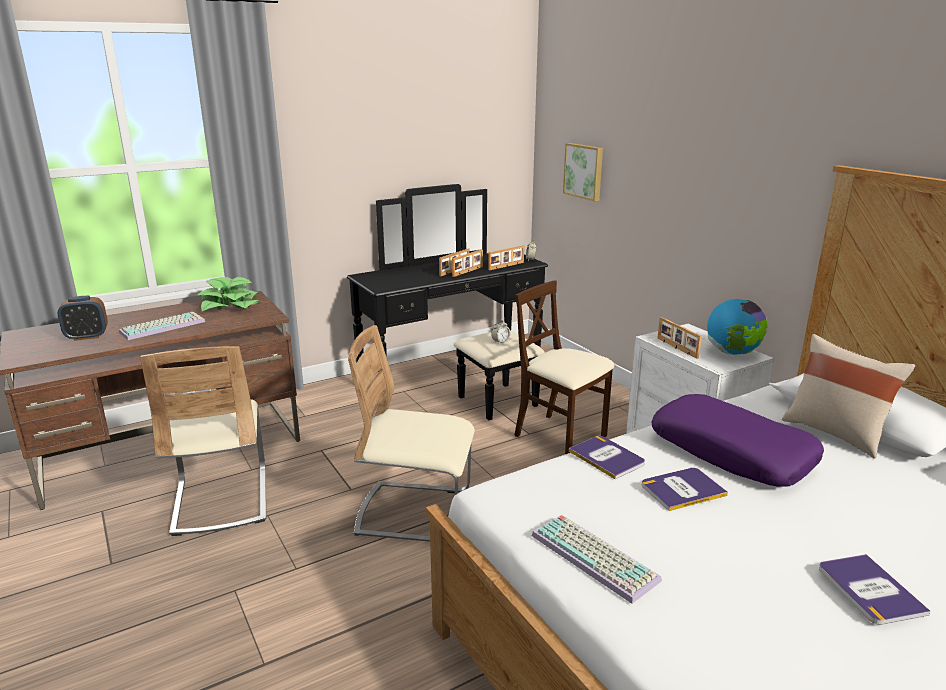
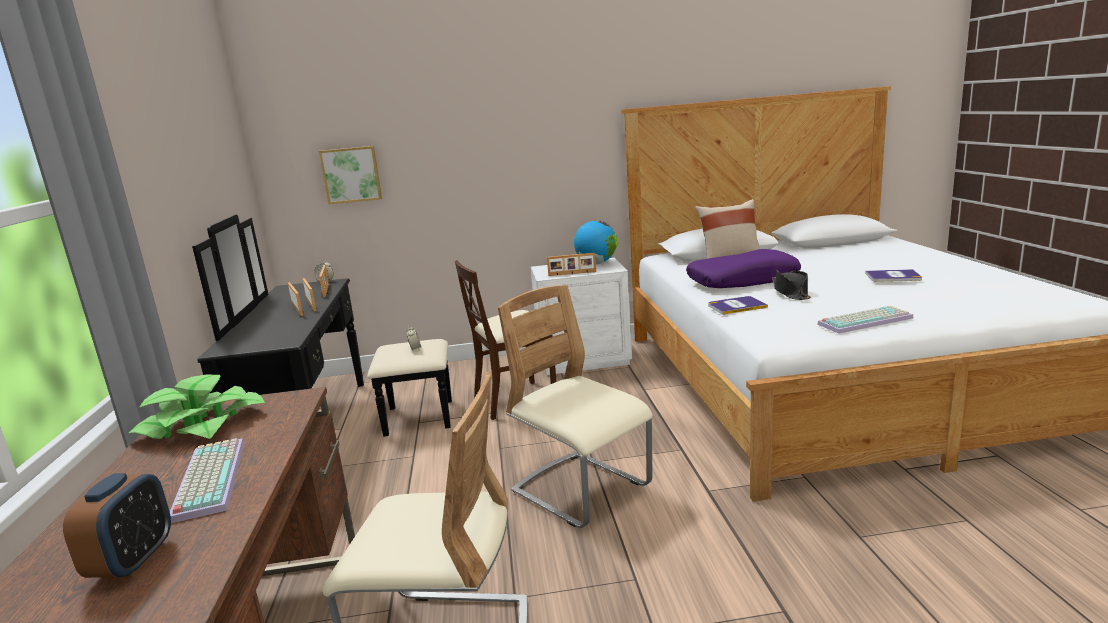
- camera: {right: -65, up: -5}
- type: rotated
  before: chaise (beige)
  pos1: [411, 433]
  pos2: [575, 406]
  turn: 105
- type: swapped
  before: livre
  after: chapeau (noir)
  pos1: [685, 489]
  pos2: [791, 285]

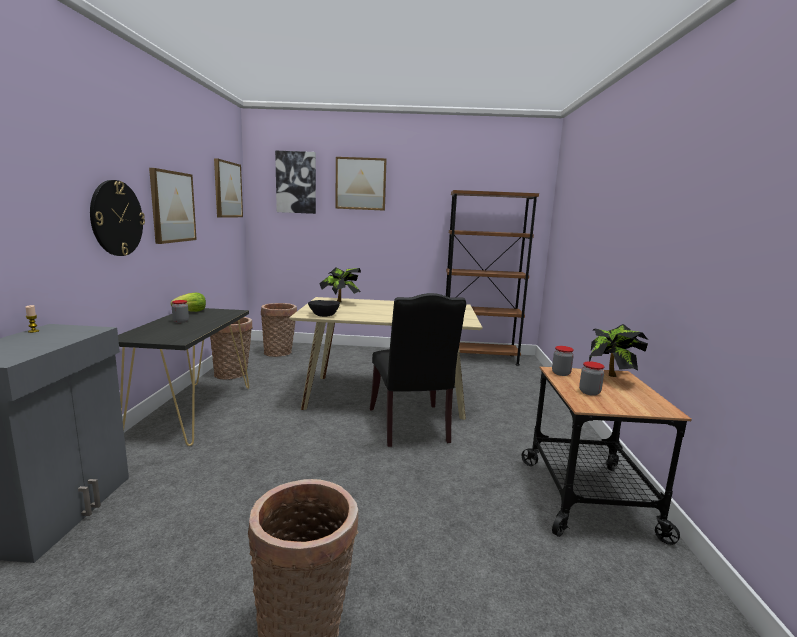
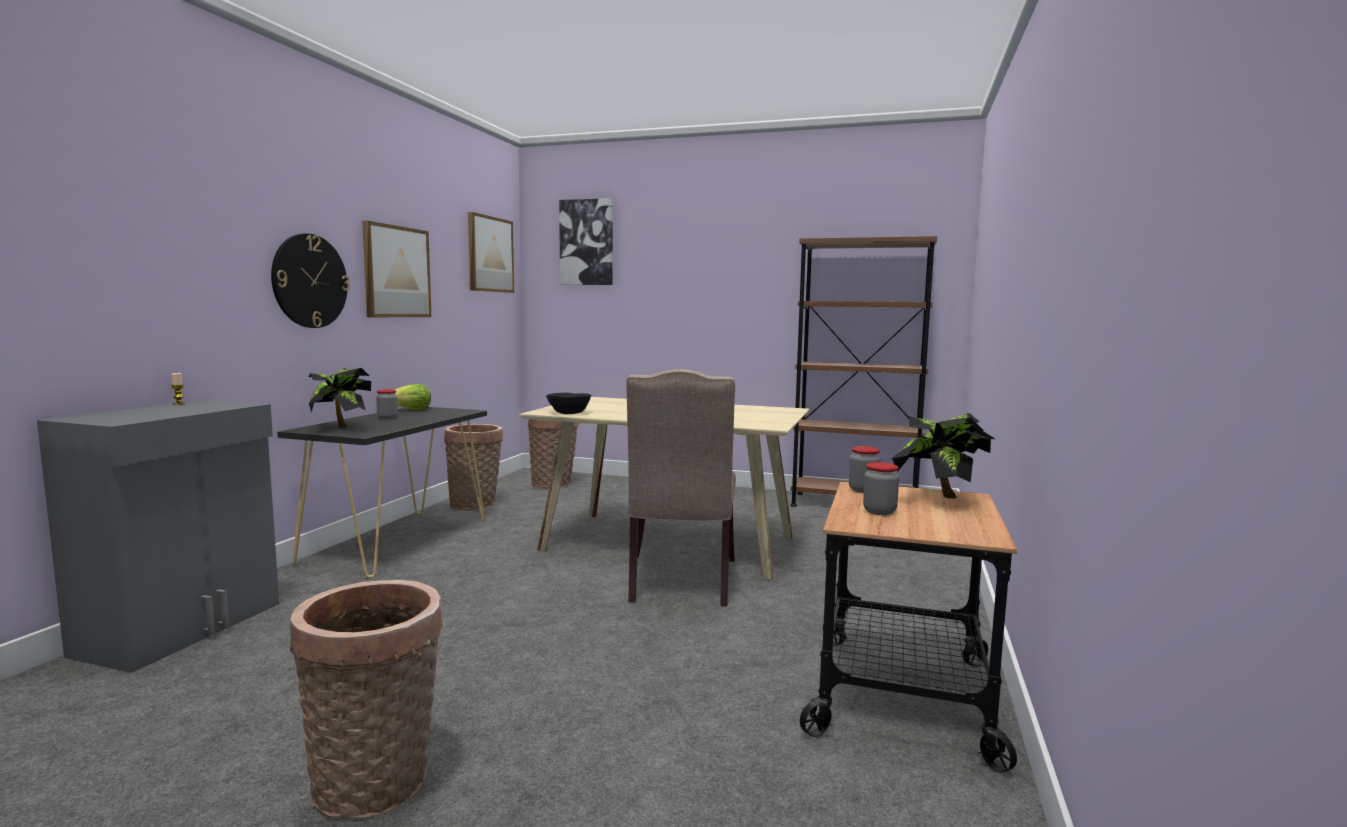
- camera: {right: 15, up: -5}
- type: shifted
  before: plante en pot
  pos1: [340, 284]
  pos2: [340, 397]
- type: gone
  before: tableau
  pos1: [361, 184]
- type: repainted
  before: chaise (noir)
  after: chaise (beige)
  pos1: [418, 370]
  pos2: [681, 487]

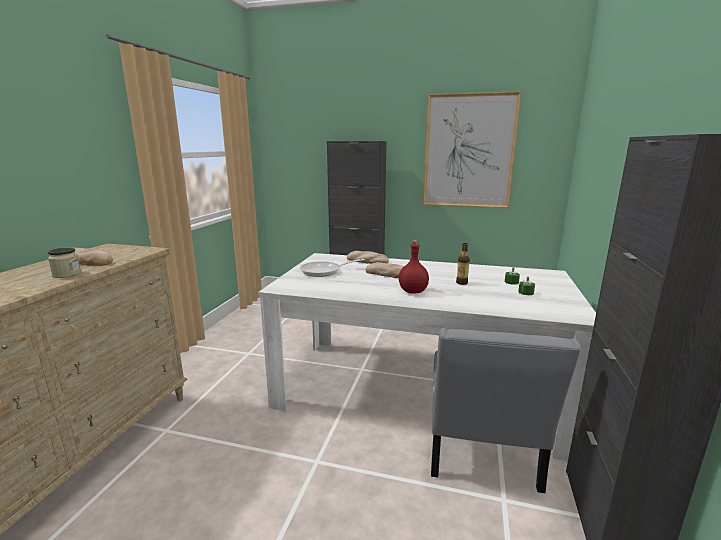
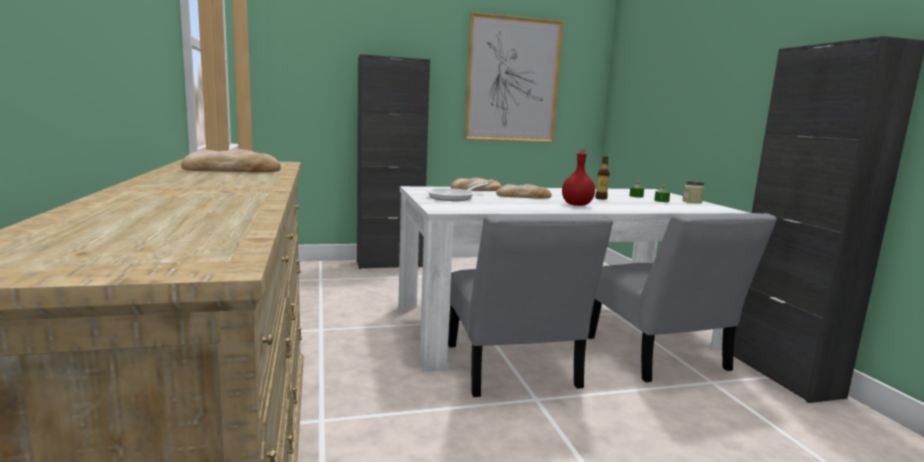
- camera: {right: -30, up: -5}
- type: shifted
  before: bocal
  pos1: [64, 263]
  pos2: [694, 192]
- type: new
  after: chaise (gris)
  pos2: [530, 305]

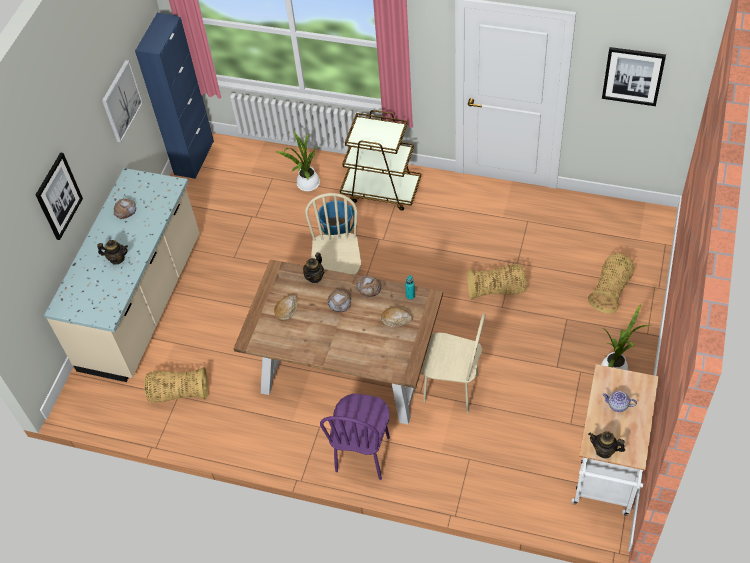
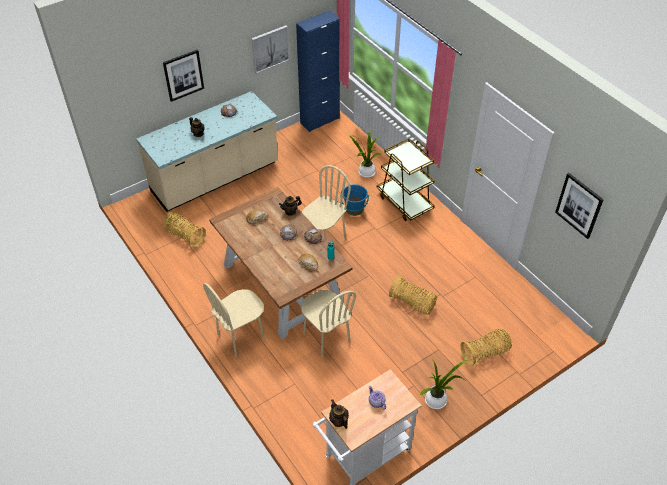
- camera: {right: 35, up: -5}
- type: repainted
  before: chaise (violet)
  after: chaise (beige)
  pos1: [355, 437]
  pos2: [234, 320]

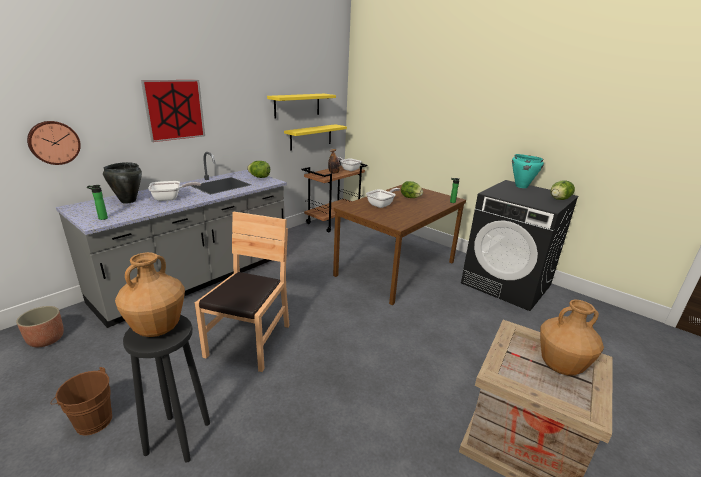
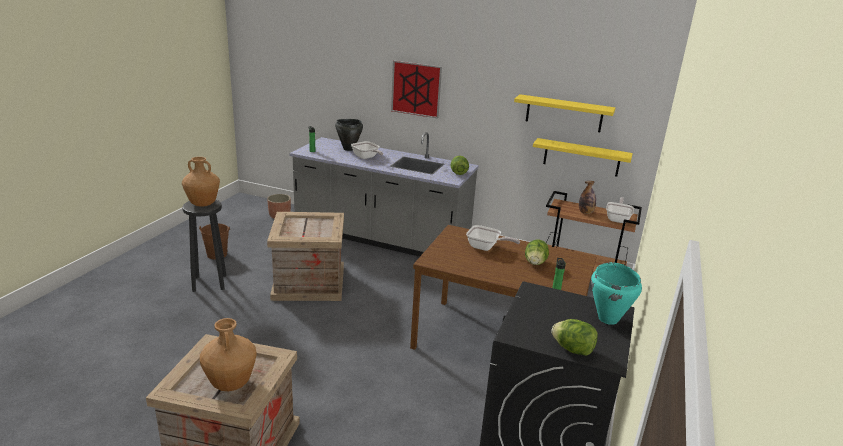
- camera: {right: 70, up: 0}
- type: gone
  before: horloge murale
  pos1: [54, 143]
- type: swapped
  before: chaise (marron)
  after: caisse
  pos1: [242, 291]
  pos2: [305, 256]

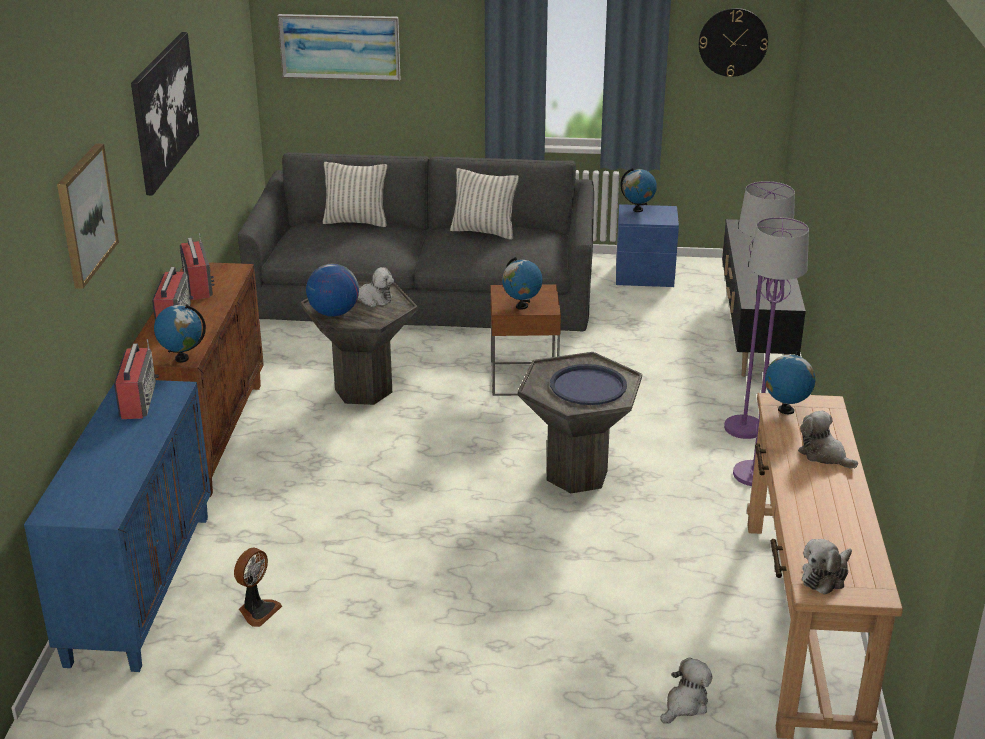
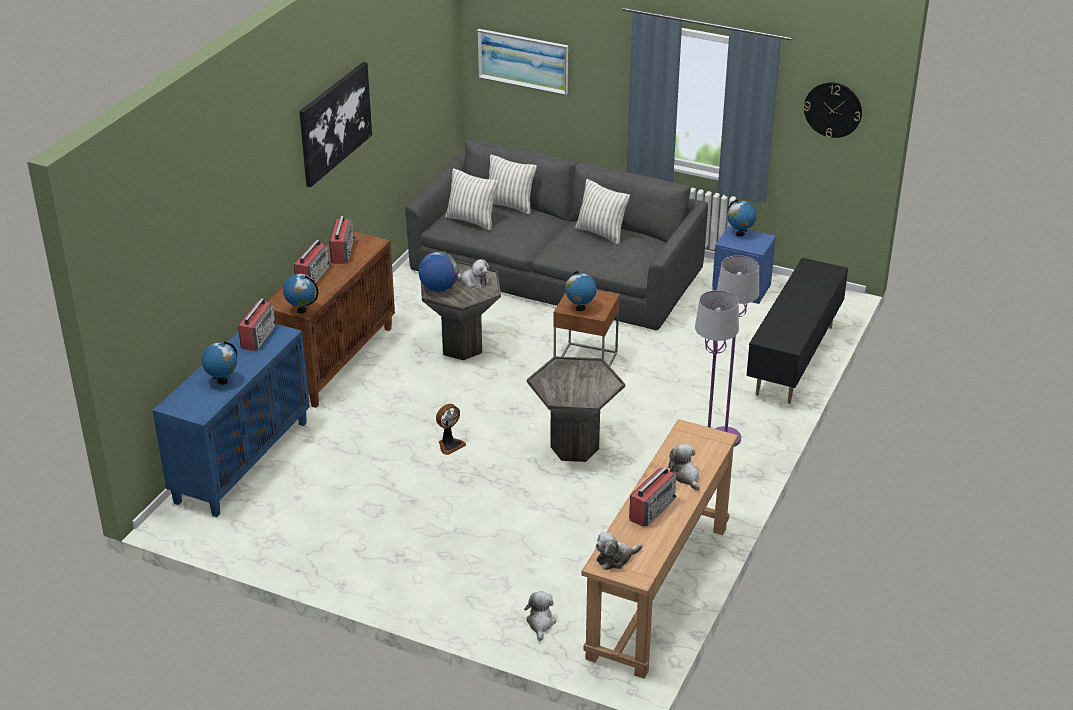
- camera: {right: 20, up: 5}
- type: gone
  before: tableau
  pos1: [88, 216]
- type: shifted
  before: ventilateur
  pos1: [258, 587]
  pos2: [451, 429]
- type: gone
  before: plateau (bleu)
  pos1: [588, 384]
- type: rotated
  before: peluche
  pos1: [686, 690]
  pos2: [540, 616]
  turn: -60
- type: shifted
  before: globe
  pos1: [790, 382]
  pos2: [219, 363]
- type: new
  after: coussin
  pos2: [471, 199]
- type: new
  after: radio
  pos2: [653, 497]

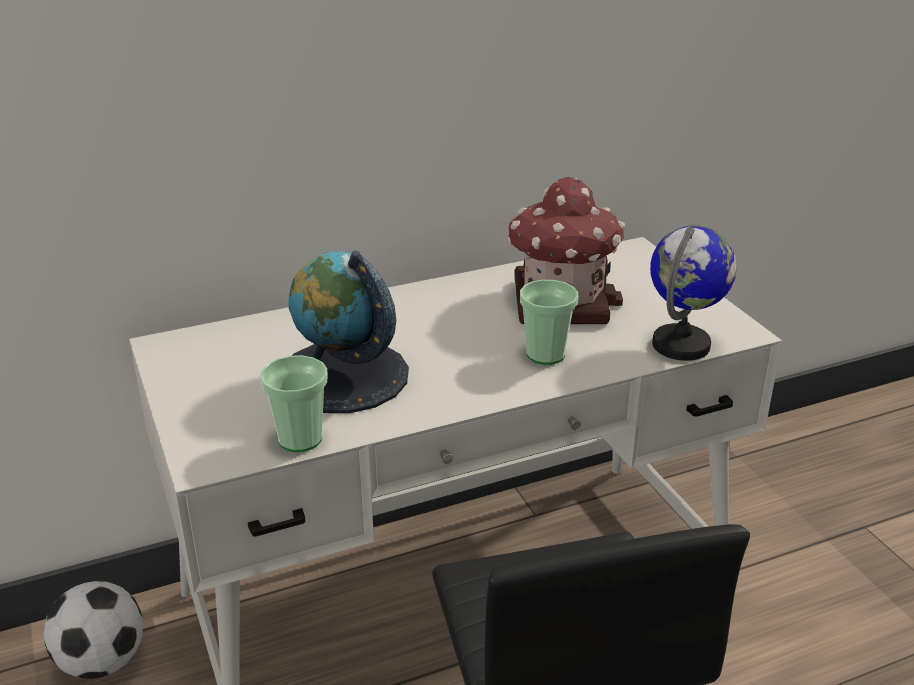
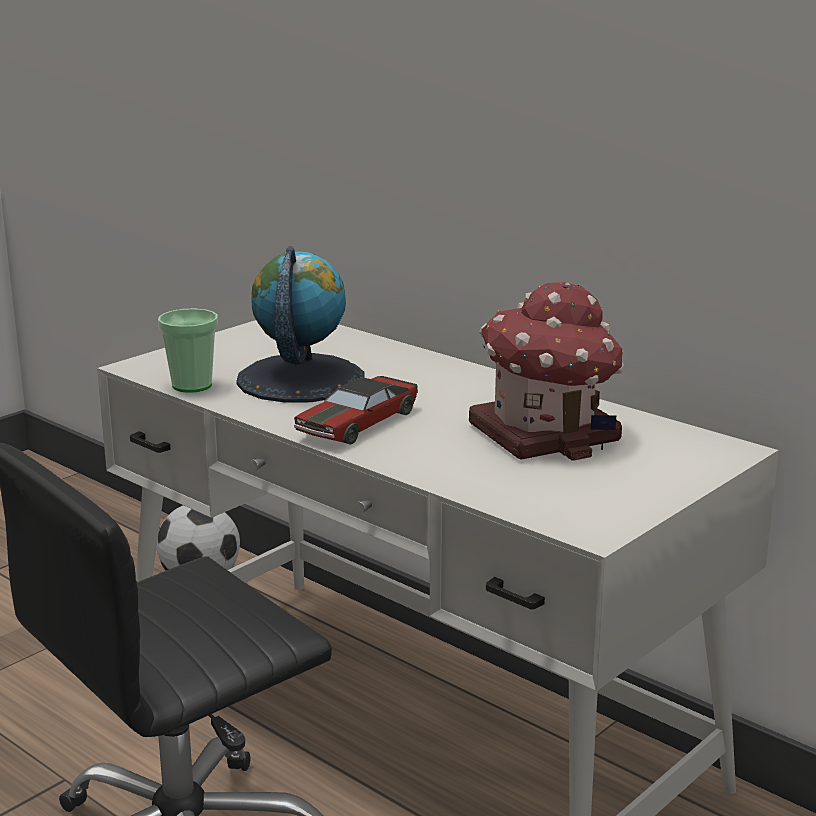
- camera: {right: 65, up: -10}
- type: gone
  before: tasse
  pos1: [549, 322]
- type: gone
  before: globe
  pos1: [693, 293]
- type: new
  after: petite voiture
  pos2: [356, 410]

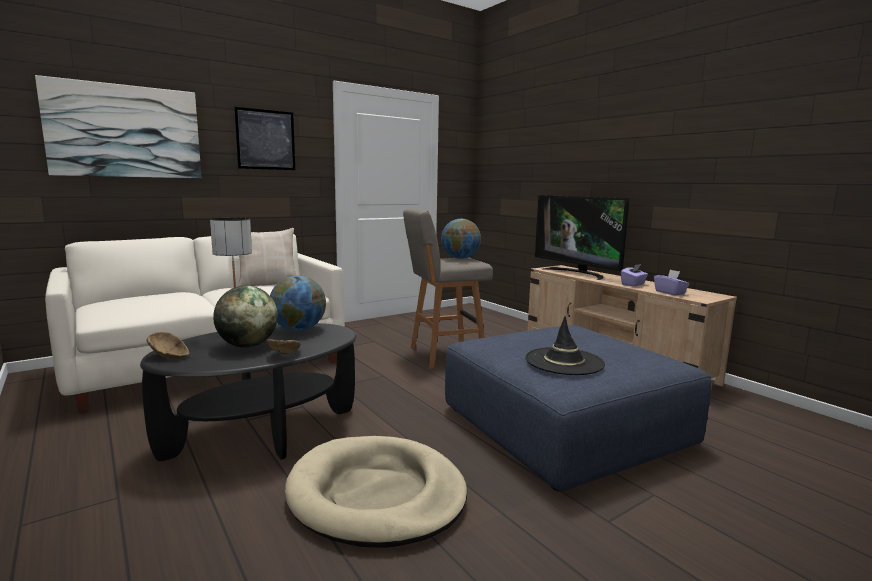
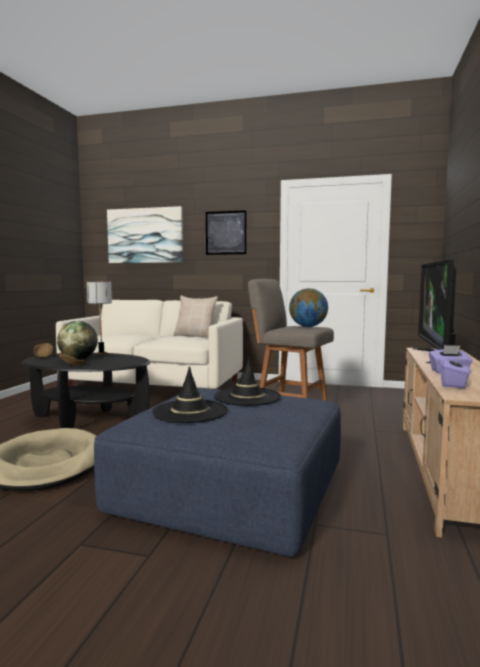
- camera: {right: 50, up: -5}
- type: gone
  before: globe
  pos1: [298, 303]
- type: new
  after: chapeau (noir)
  pos2: [247, 381]

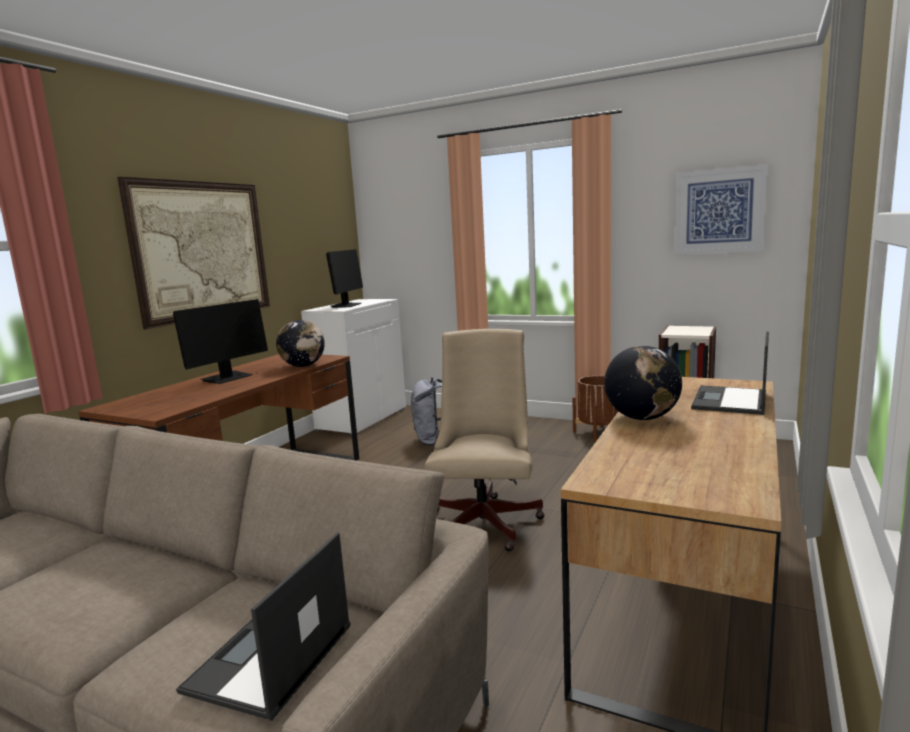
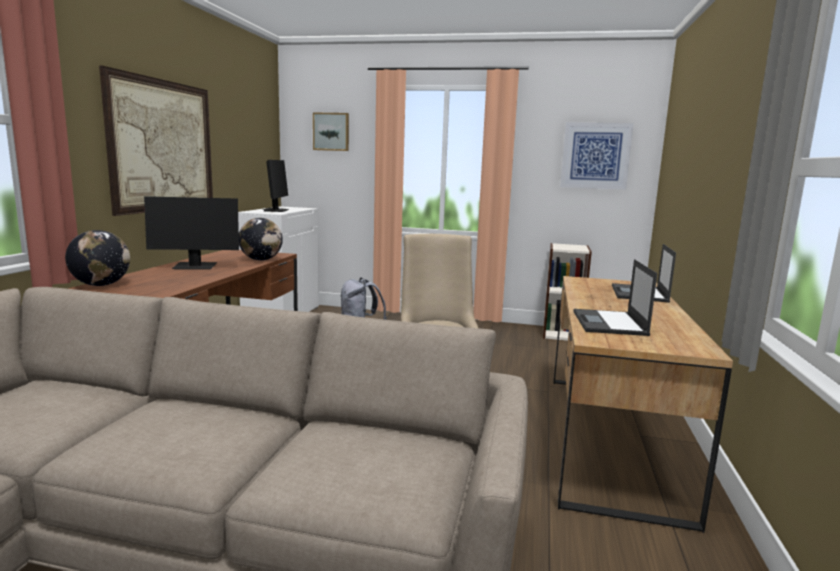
- camera: {right: -15, up: 0}
- type: rotated
  before: écran d'ordinateur
  pos1: [220, 341]
  pos2: [191, 233]
  turn: 60
- type: shifted
  before: ordinateur portable
  pos1: [263, 626]
  pos2: [615, 297]
- type: gone
  before: cache-pot (marron)
  pos1: [595, 409]
- type: shifted
  before: globe
  pos1: [643, 383]
  pos2: [97, 258]
- type: new
  after: tableau
  pos2: [331, 131]

